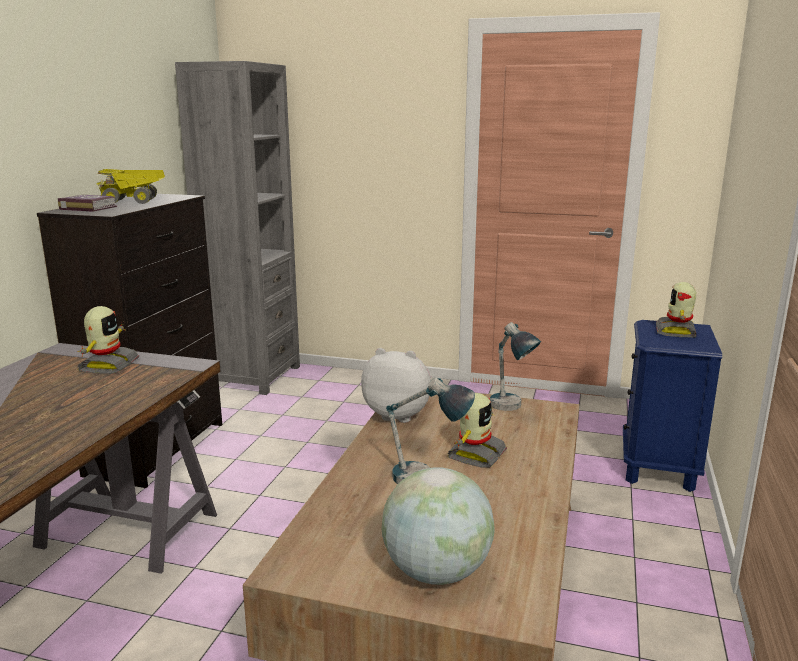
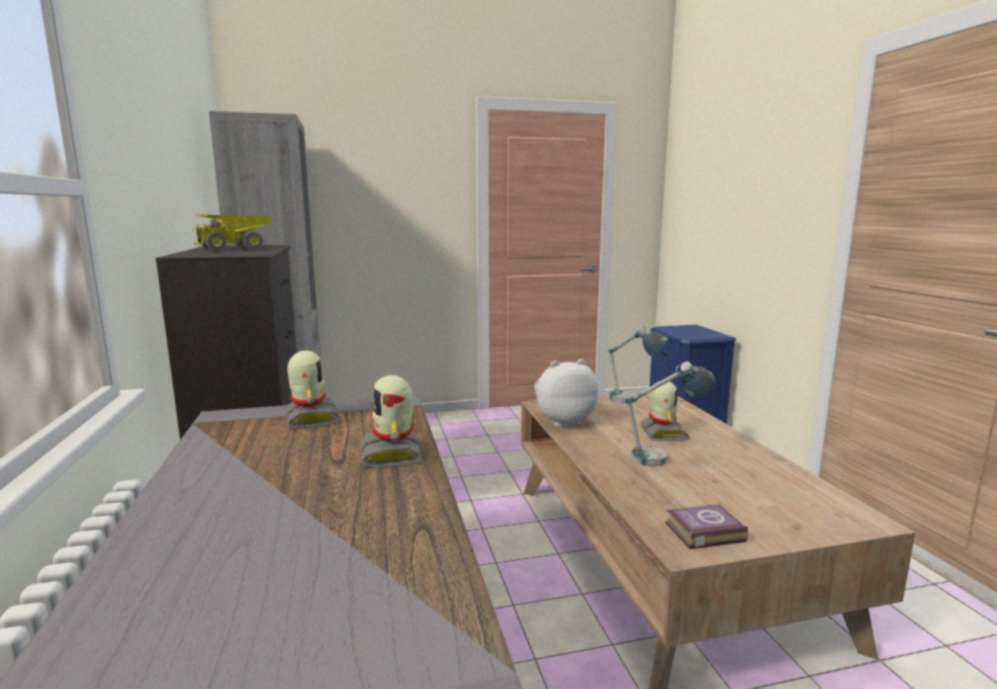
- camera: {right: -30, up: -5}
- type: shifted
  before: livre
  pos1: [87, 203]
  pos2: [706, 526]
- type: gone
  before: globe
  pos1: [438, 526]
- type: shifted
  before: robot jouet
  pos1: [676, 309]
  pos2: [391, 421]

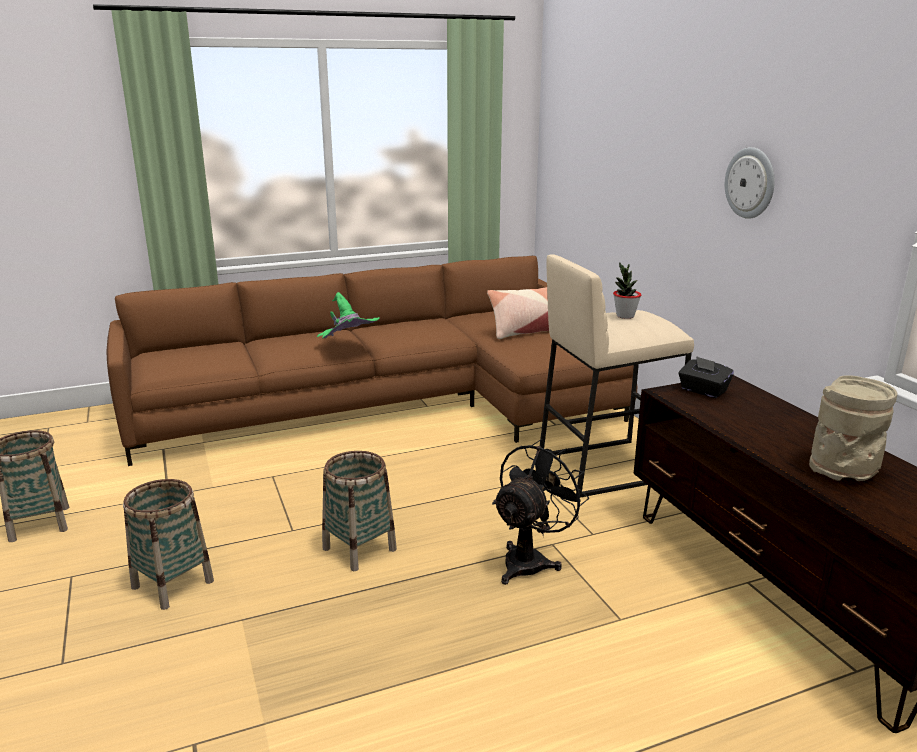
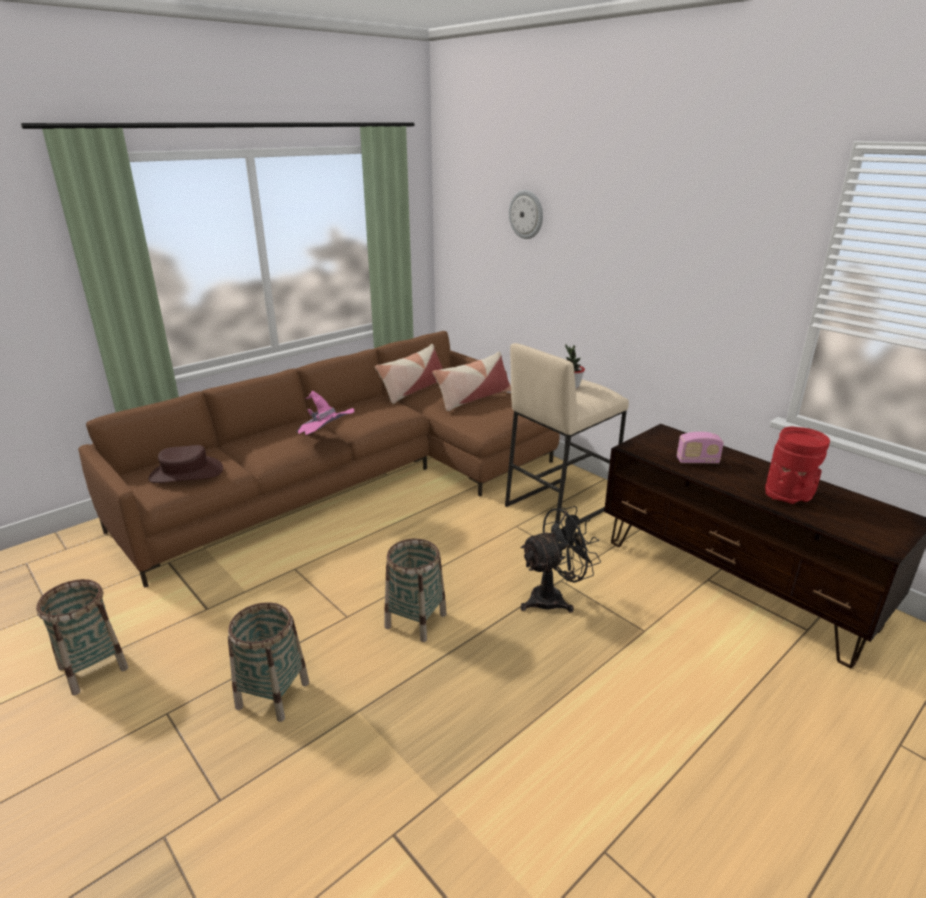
- camera: {right: -20, up: 5}
- type: repainted
  before: chapeau (vert)
  after: chapeau (rose)
  pos1: [348, 315]
  pos2: [325, 413]
- type: rotated
  before: ventilateur (noir)
  pos1: [540, 512]
  pos2: [560, 559]
  turn: 45
- type: gone
  before: boîte à mouchoirs (noir)
  pos1: [706, 377]
- type: shifted
  before: horloge murale
  pos1: [750, 183]
  pos2: [526, 214]
- type: repainted
  before: vase (beige)
  after: vase (rouge)
  pos1: [853, 428]
  pos2: [797, 465]
- type: new
  after: chapeau (marron)
  pos2: [185, 464]
- type: new
  after: coussin
  pos2: [409, 374]
- type: new
  after: radio
  pos2: [700, 447]

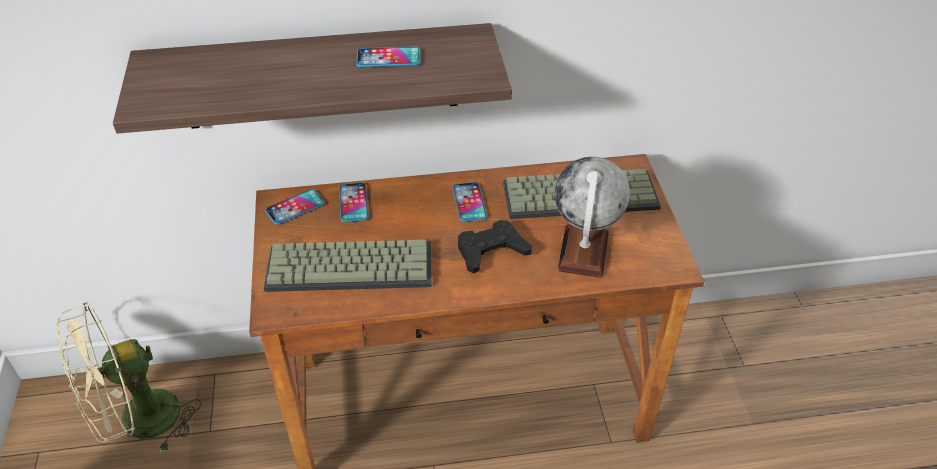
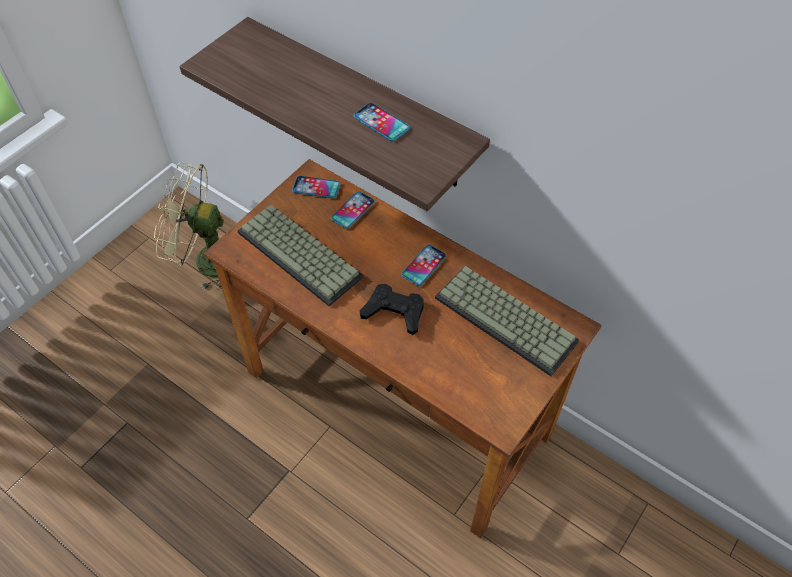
- camera: {right: 45, up: 10}
- type: gone
  before: globe
  pos1: [592, 217]

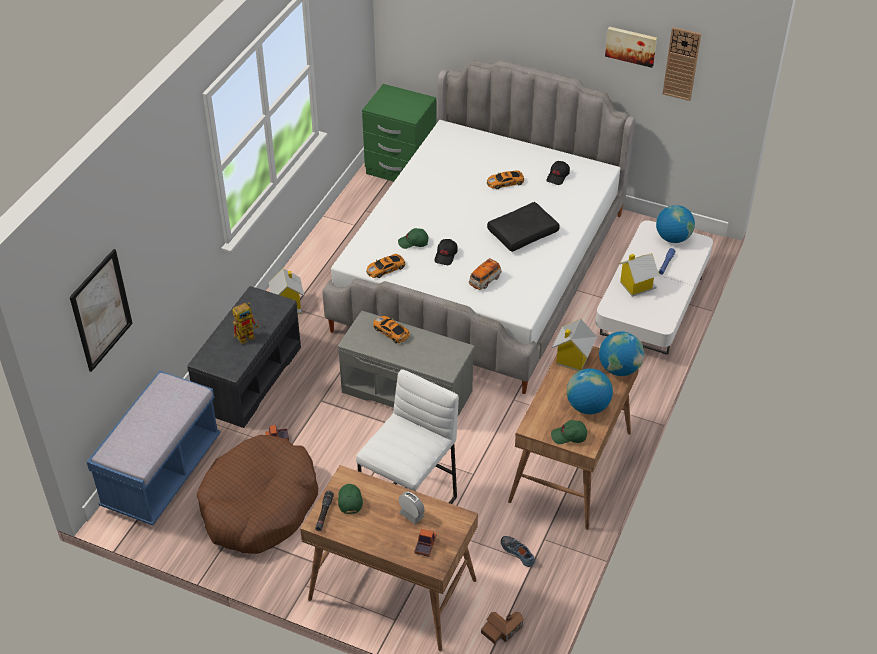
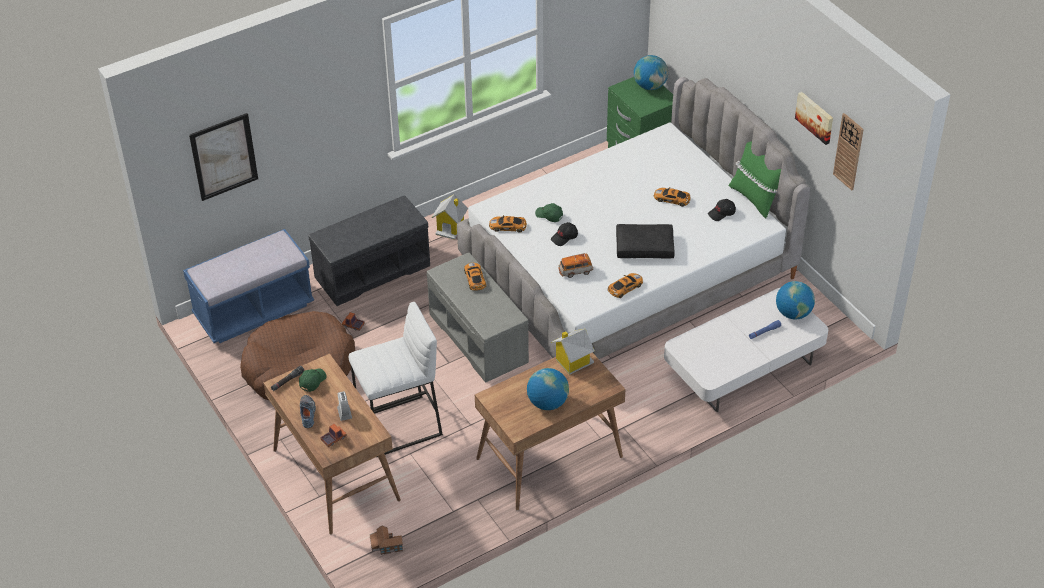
- camera: {right: 35, up: 0}
- type: gone
  before: robot jouet
  pos1: [245, 323]
- type: shifted
  before: chaussure
  pos1: [518, 551]
  pos2: [308, 411]
- type: gone
  before: casquette (vert)
  pos1: [569, 432]
- type: shifted
  before: globe
  pos1: [621, 353]
  pos2: [651, 72]
- type: gone
  before: maison miniature
  pos1: [638, 275]
- type: new
  after: petite voiture
  pos2: [625, 285]
- type: new
  after: coussin (vert)
  pos2: [755, 179]

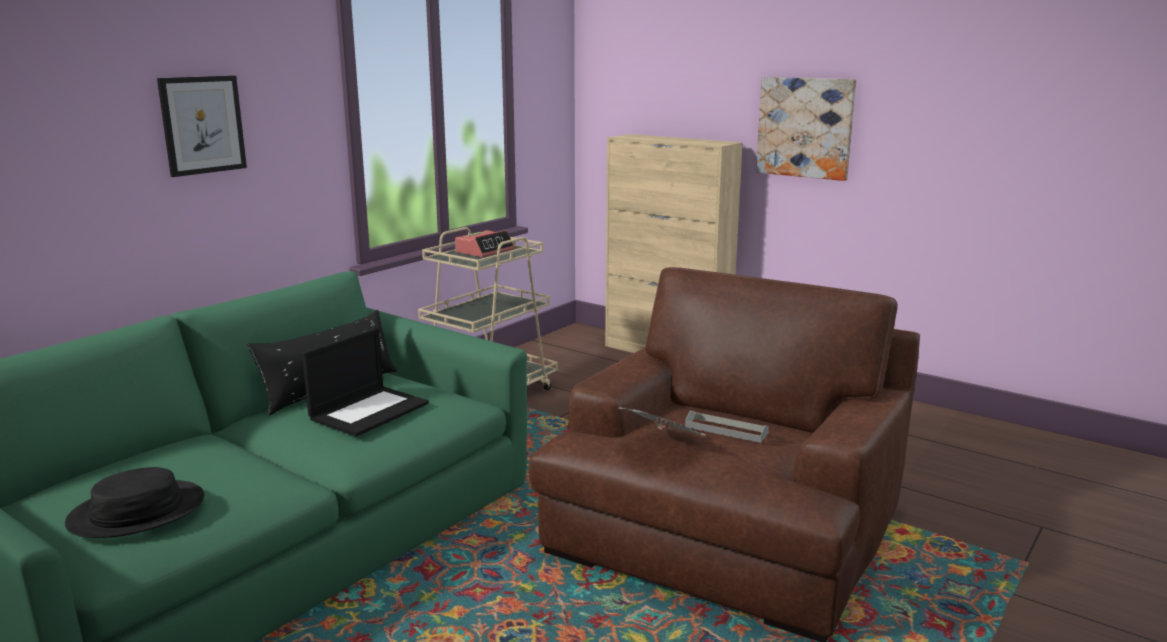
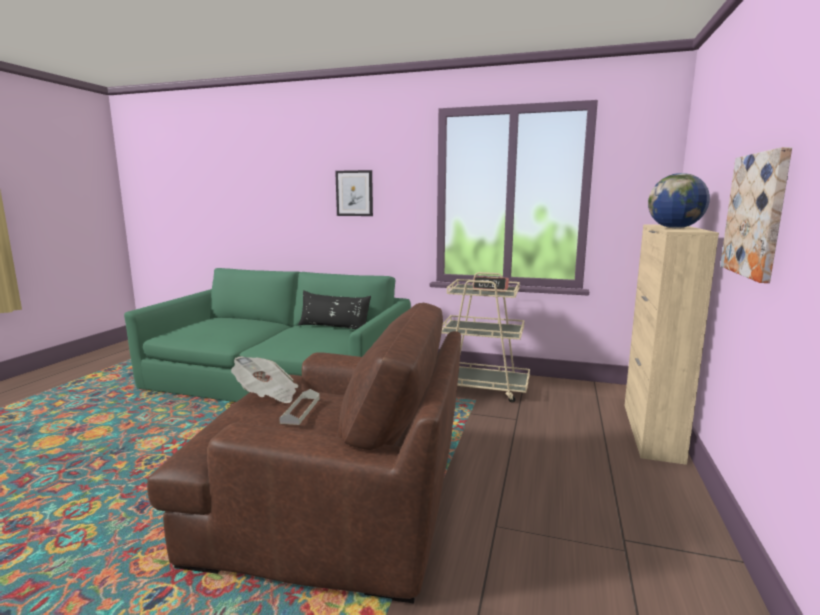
- camera: {right: 70, up: -5}
- type: gone
  before: chapeau (noir)
  pos1: [134, 502]
- type: gone
  before: ordinateur portable
  pos1: [365, 382]
- type: new
  after: globe
  pos2: [679, 200]

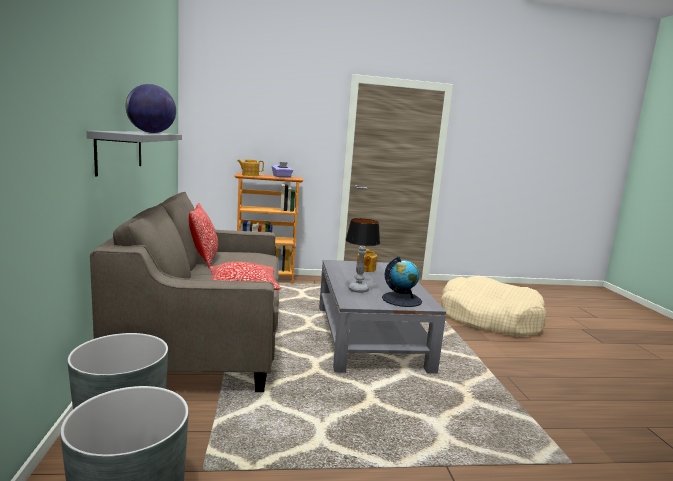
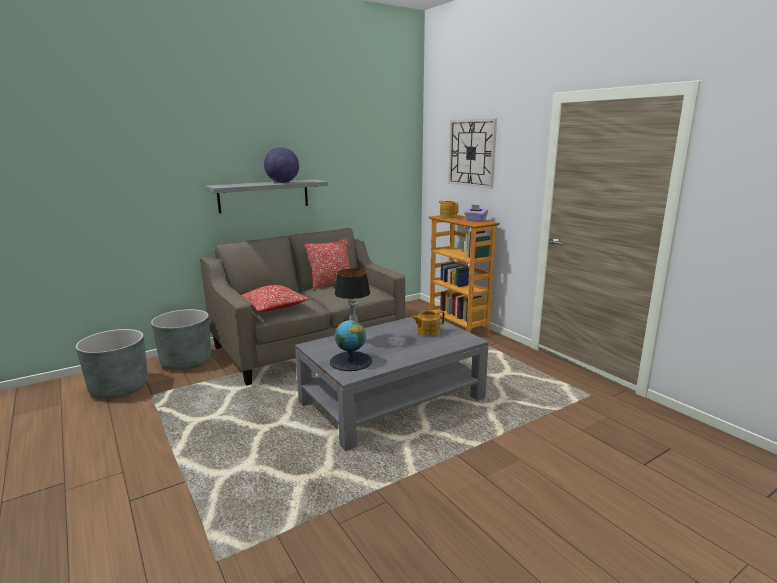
- camera: {right: 65, up: 5}
- type: gone
  before: panier pour chien (beige)
  pos1: [493, 306]
- type: new
  after: horloge murale
  pos2: [472, 154]

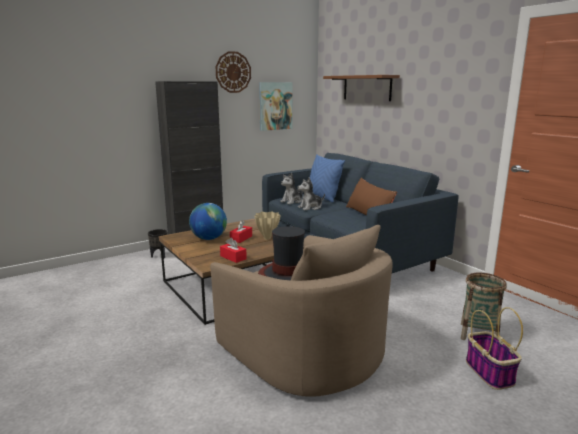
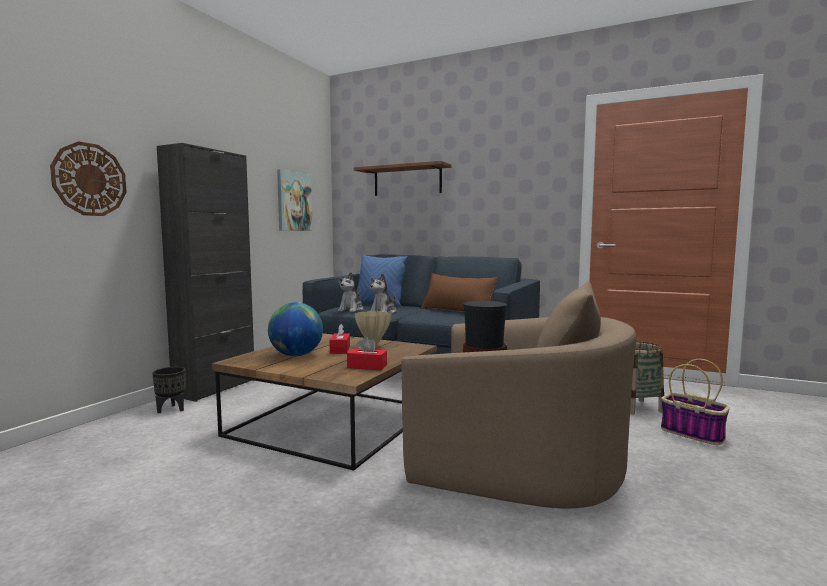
- camera: {right: -30, up: -10}
- type: shifted
  before: horloge murale
  pos1: [233, 72]
  pos2: [88, 178]

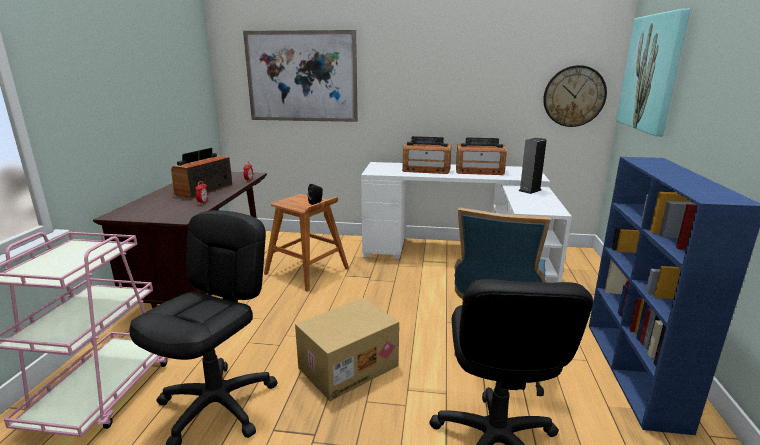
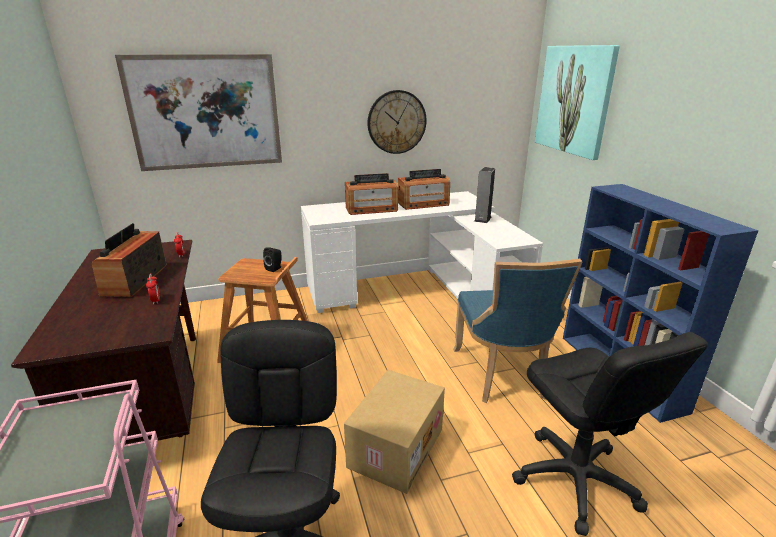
- camera: {right: -25, up: 5}
- type: shifted
  before: horloge murale
  pos1: [575, 96]
  pos2: [397, 122]

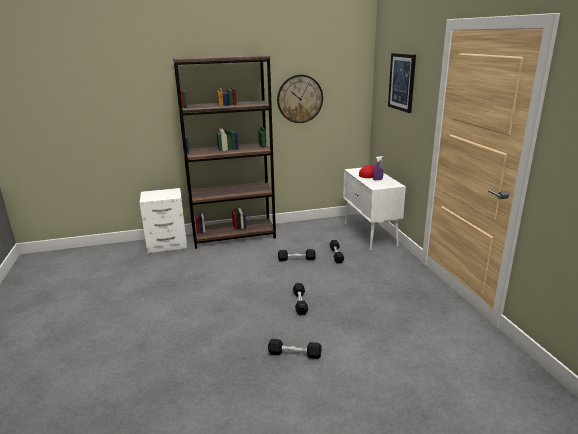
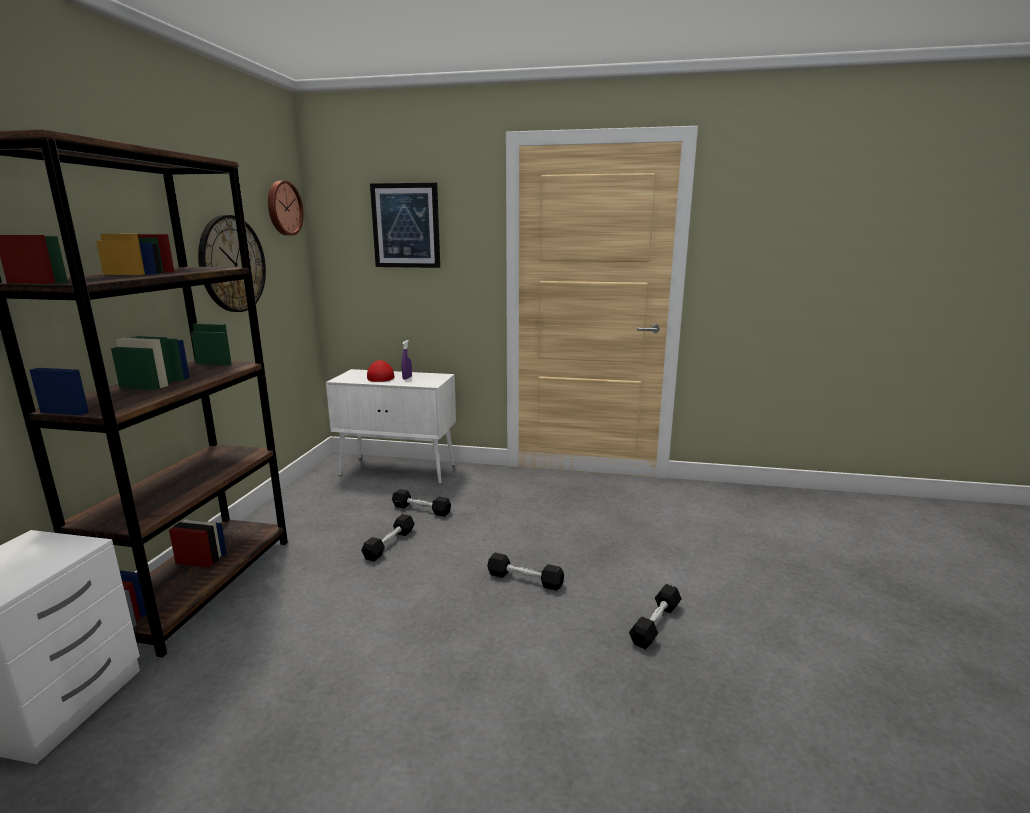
- camera: {right: -65, up: -5}
- type: new
  after: horloge murale
  pos2: [285, 208]

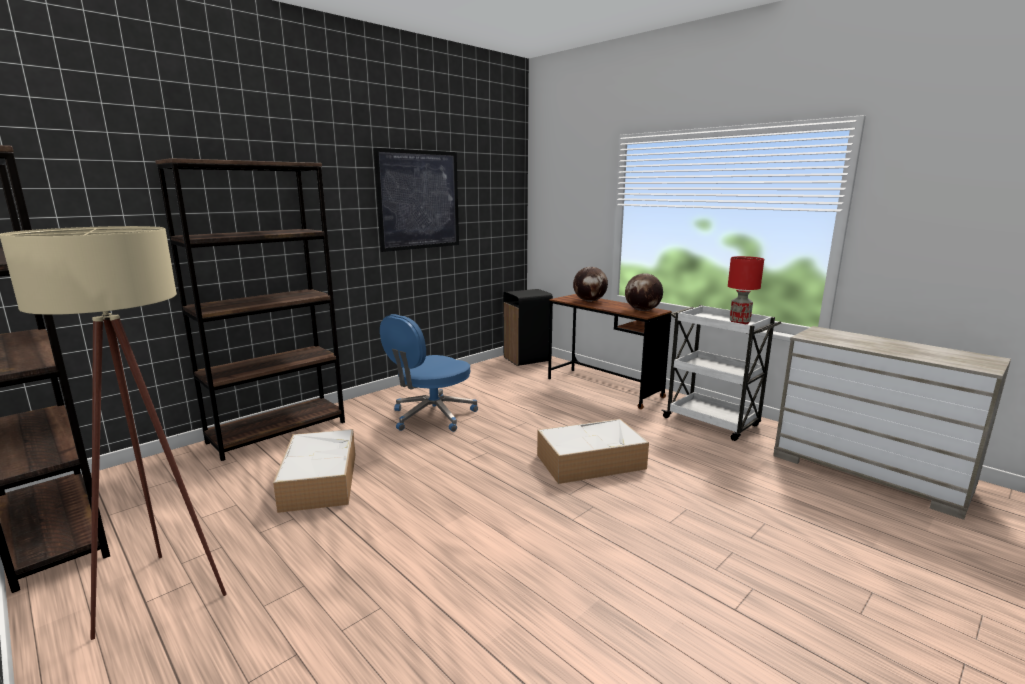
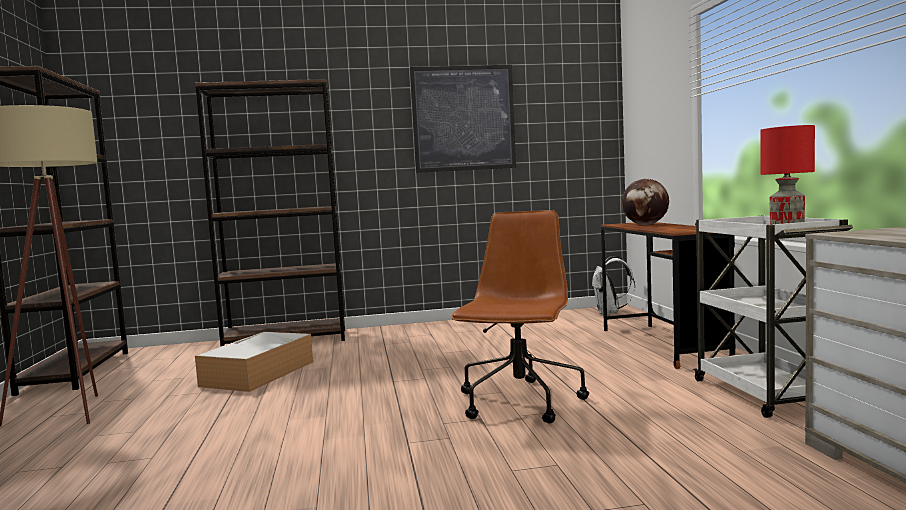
- camera: {right: 35, up: -10}
- type: gone
  before: chaise de bureau (bleu)
  pos1: [429, 373]
- type: swapped
  before: poubelle (noir)
  after: sac à dos (blanc)
  pos1: [528, 327]
  pos2: [613, 285]
- type: swapped
  before: boîte de rangement
  after: chaise de bureau (marron)
  pos1: [593, 451]
  pos2: [520, 316]
- type: gone
  before: globe
  pos1: [644, 292]

